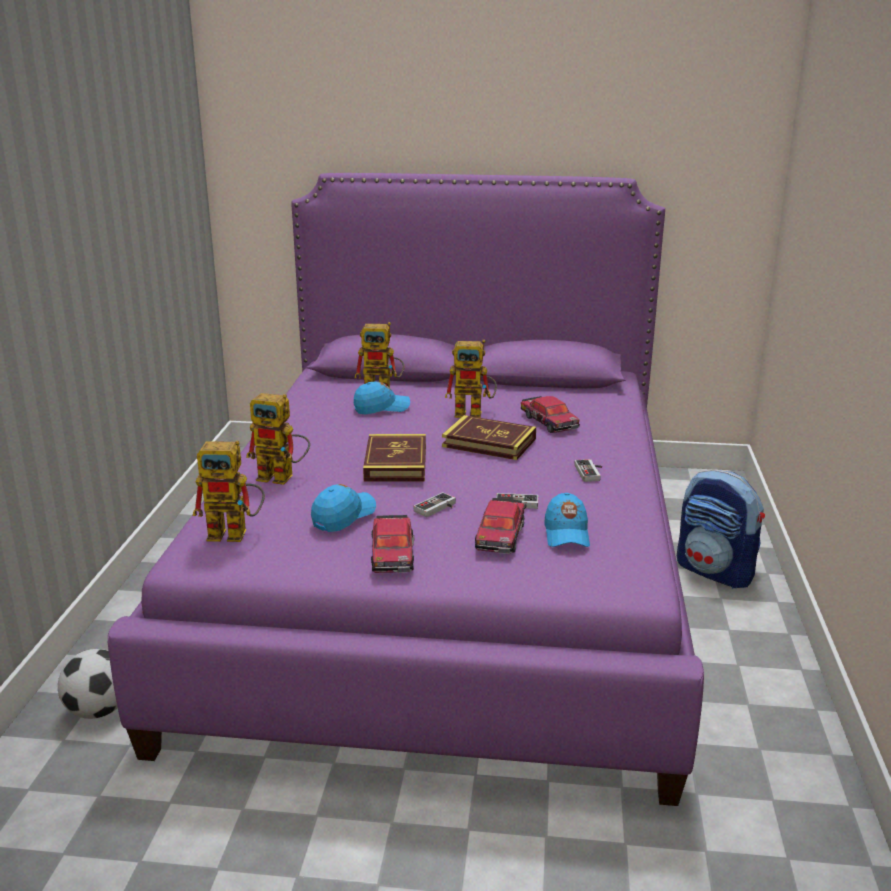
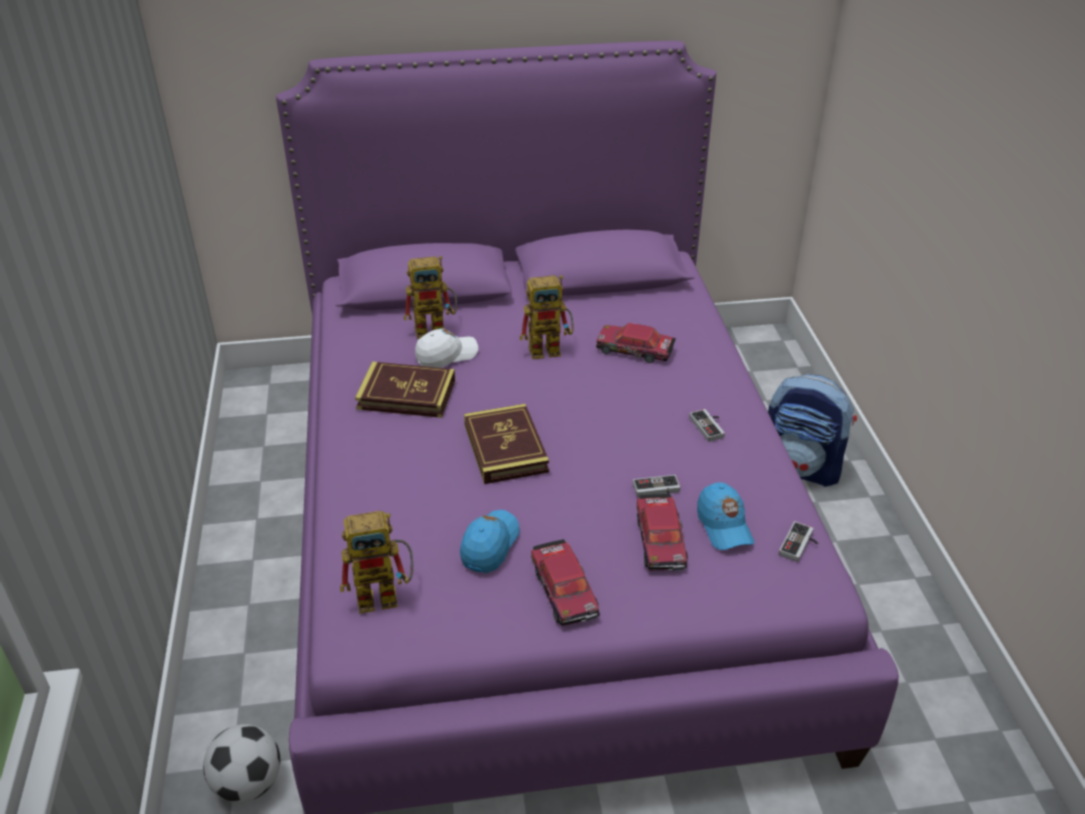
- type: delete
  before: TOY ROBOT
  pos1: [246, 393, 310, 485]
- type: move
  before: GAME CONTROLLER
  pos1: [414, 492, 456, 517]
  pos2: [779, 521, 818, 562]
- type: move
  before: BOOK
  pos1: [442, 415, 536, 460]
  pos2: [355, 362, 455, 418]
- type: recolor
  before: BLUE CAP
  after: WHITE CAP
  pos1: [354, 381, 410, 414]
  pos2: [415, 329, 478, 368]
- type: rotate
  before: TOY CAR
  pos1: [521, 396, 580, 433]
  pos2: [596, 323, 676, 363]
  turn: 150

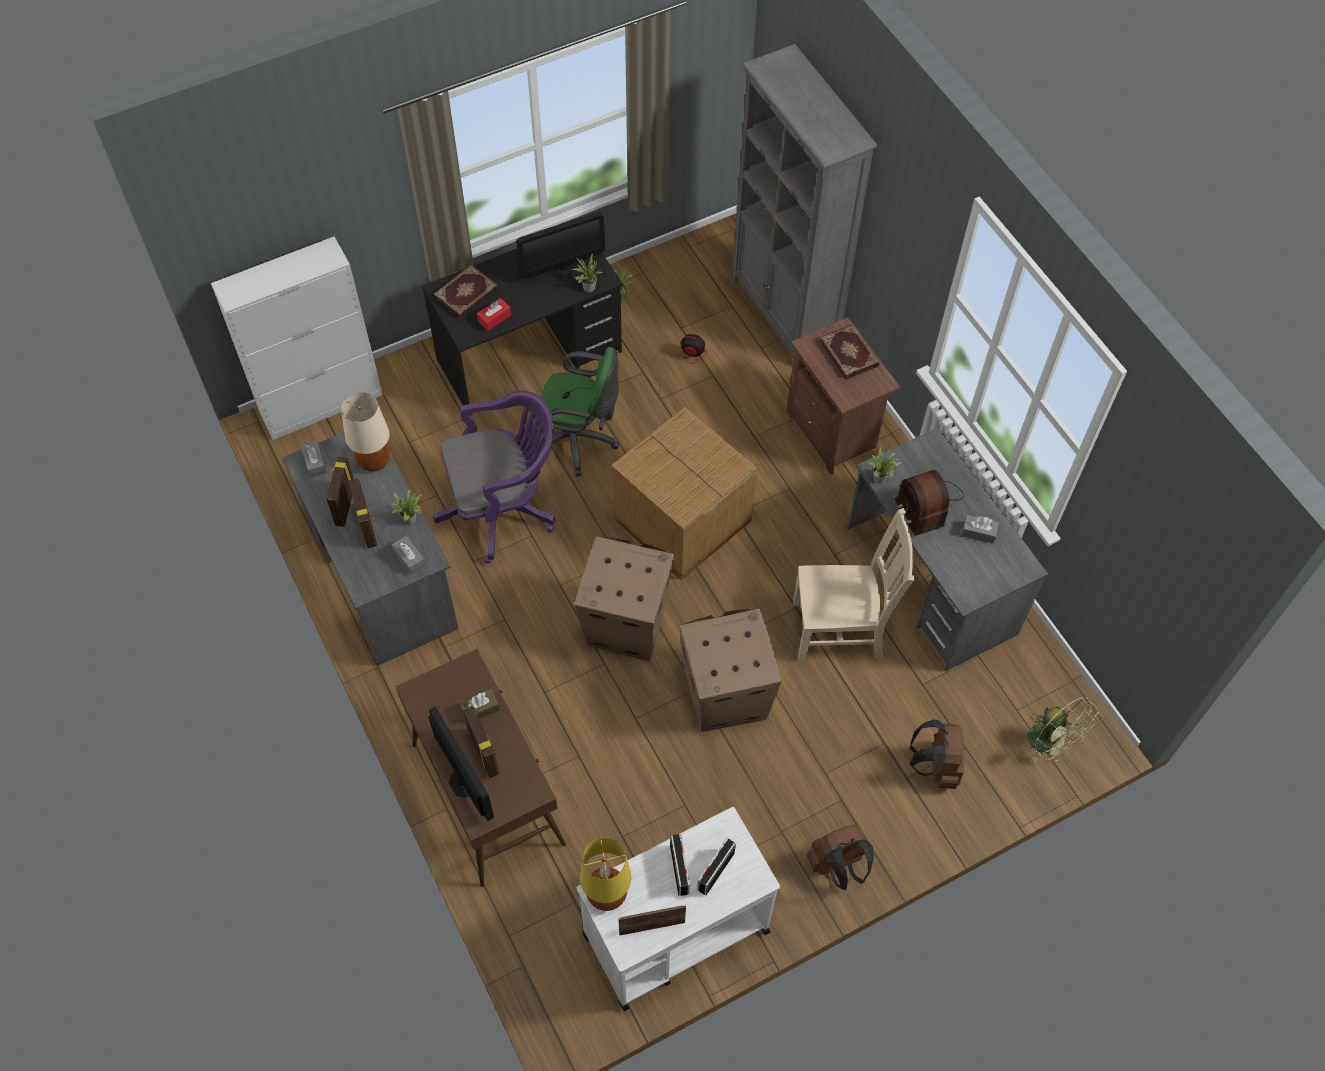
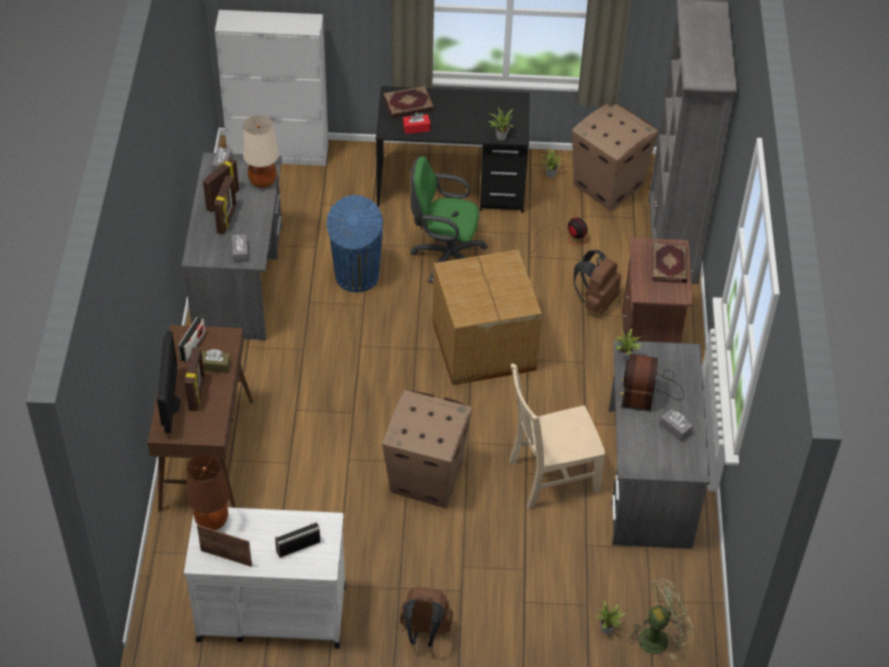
- type: delete
  before: MONITOR
  pos1: [516, 212, 605, 279]
- type: move
  before: POTTED PLANT
  pos1: [392, 489, 422, 525]
  pos2: [596, 601, 627, 634]
- type: move
  before: CARDBOARD BOX
  pos1: [574, 536, 674, 661]
  pos2: [572, 104, 659, 211]
- type: move
  before: RADIO
  pos1: [670, 834, 690, 896]
  pos2: [178, 317, 206, 362]
- type: move
  before: BROWN BACKPACK
  pos1: [909, 719, 964, 789]
  pos2: [574, 250, 621, 314]
- type: replace
  before: PURPLE OFFICE CHAIR
  after: BLUE TRASH CAN
  pos1: [433, 390, 555, 564]
  pos2: [326, 195, 383, 292]
- type: recolor
  before: YELLOW TABLE LAMP
  after: BROWN TABLE LAMP
  pos1: [580, 838, 631, 911]
  pos2: [187, 454, 230, 530]
- type: rotate
  before: GREEN OFFICE CHAIR
  pos1: [533, 347, 620, 477]
  pos2: [410, 156, 488, 283]
  turn: 150
- type: rotate
  before: BEIGE CHAIR
  pos1: [793, 508, 915, 662]
  pos2: [509, 364, 606, 509]
  turn: 135
- type: rotate
  before: GREEN FAN
  pos1: [1028, 696, 1099, 764]
  pos2: [628, 579, 694, 660]
  turn: -105

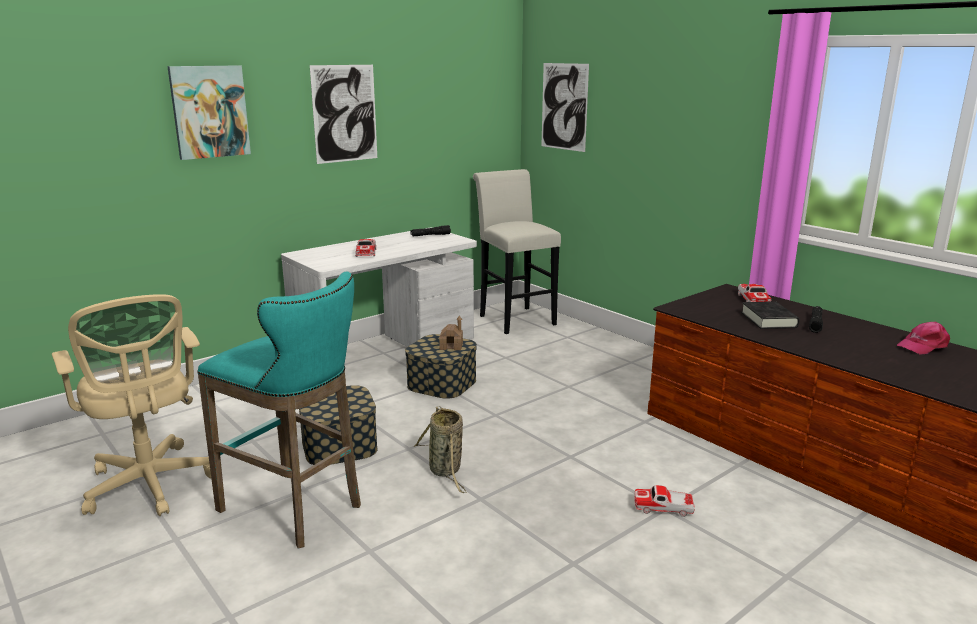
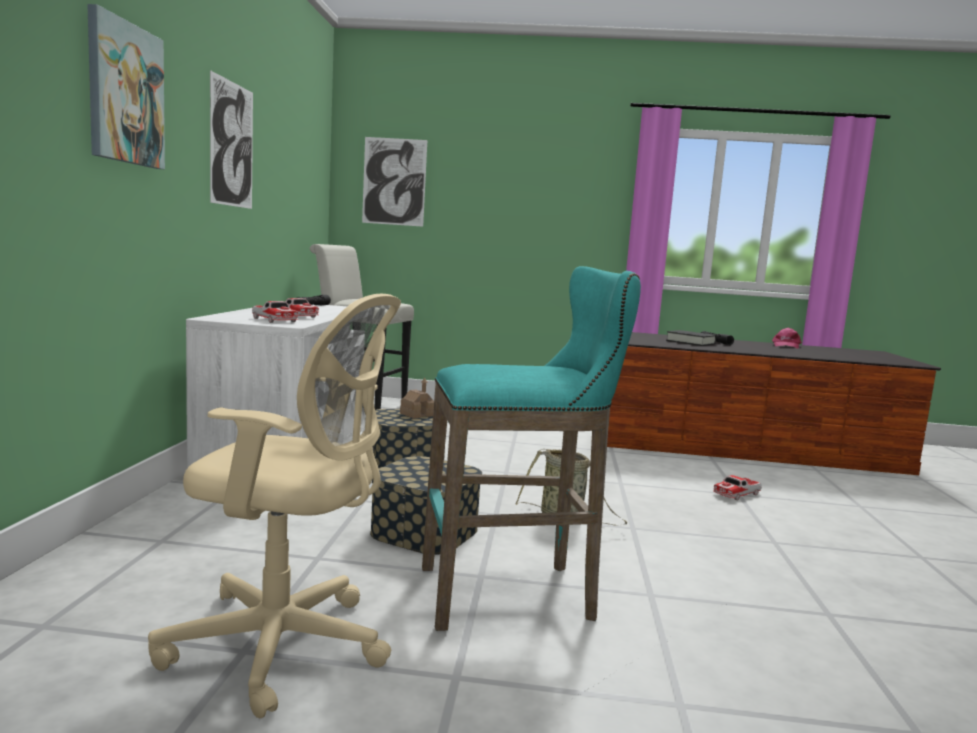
- type: move
  before: TOY CAR
  pos1: [738, 284, 771, 302]
  pos2: [252, 301, 299, 323]

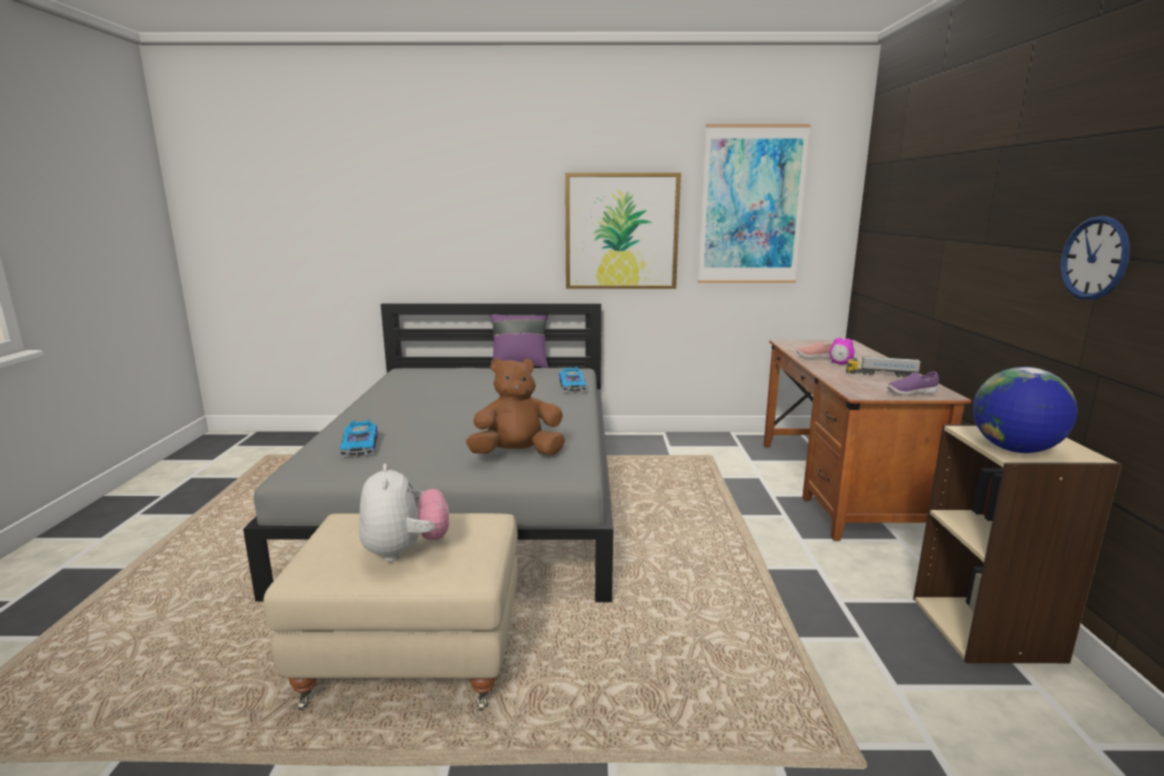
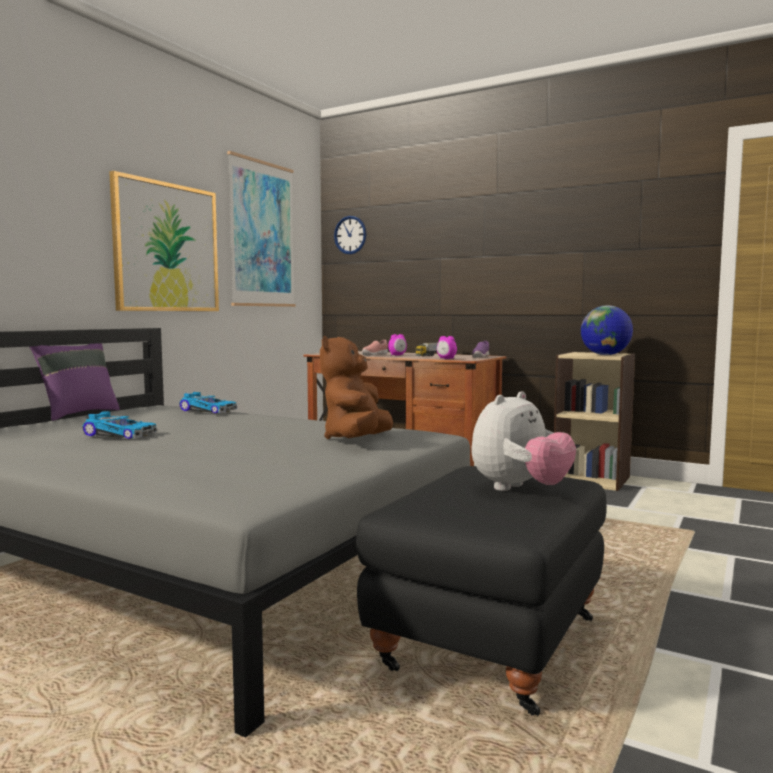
- type: insert
  after: ALARM CLOCK
  pos2: [437, 336, 457, 359]
- type: move
  before: TOY CAR
  pos1: [339, 420, 378, 457]
  pos2: [82, 411, 157, 439]
- type: move
  before: WALL CLOCK
  pos1: [1060, 216, 1130, 300]
  pos2: [334, 216, 366, 254]
- type: recolor
  before: BEIGE OTTOMAN
  after: BLACK OTTOMAN
  pos1: [263, 513, 518, 710]
  pos2: [356, 466, 607, 717]
- type: rotate
  before: PLUSH TOY
  pos1: [359, 464, 449, 562]
  pos2: [472, 391, 576, 491]
  turn: 120

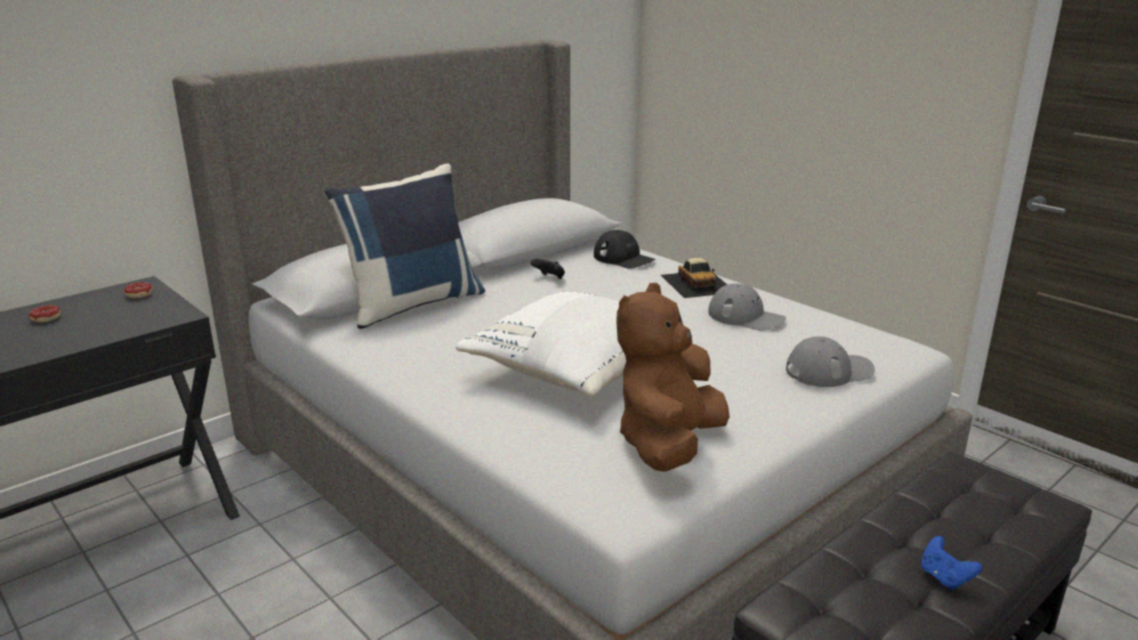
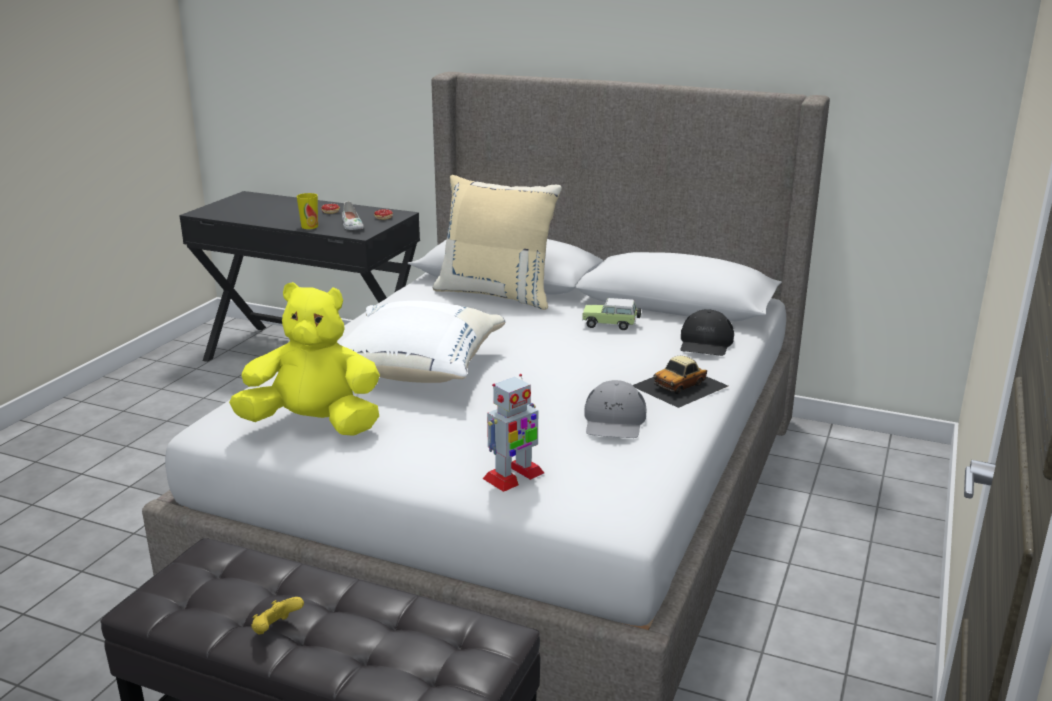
- type: insert
  after: CUP
  pos2: [296, 193, 318, 229]
- type: insert
  after: WHITE SHOE
  pos2: [342, 201, 364, 230]
- type: replace
  before: BLACK GAME CONTROLLER
  after: TOY CAR
  pos1: [531, 259, 565, 279]
  pos2: [582, 298, 641, 330]
- type: replace
  before: GREY CAP
  after: TOY ROBOT
  pos1: [786, 336, 875, 387]
  pos2: [482, 374, 544, 492]
- type: recolor
  before: BLUE PILLOW
  after: BEIGE PILLOW
  pos1: [325, 164, 485, 329]
  pos2: [433, 175, 562, 310]
- type: recolor
  before: BROWN PLUSH TOY
  after: YELLOW PLUSH TOY
  pos1: [616, 283, 730, 472]
  pos2: [229, 282, 380, 436]
- type: recolor
  before: BLUE GAME CONTROLLER
  after: YELLOW GAME CONTROLLER
  pos1: [921, 536, 982, 590]
  pos2: [251, 597, 304, 635]

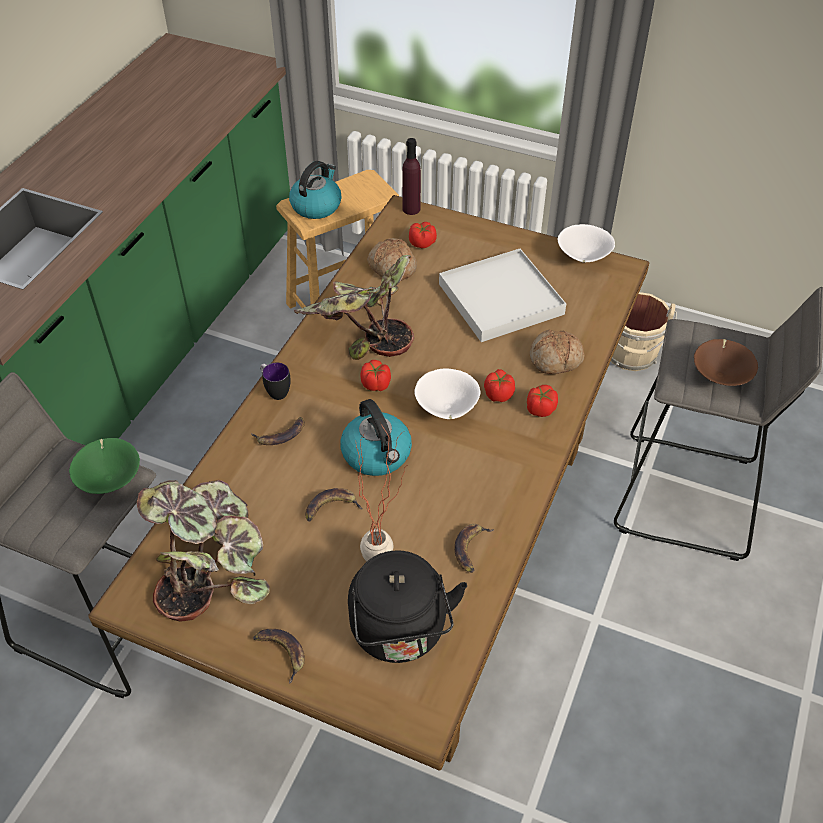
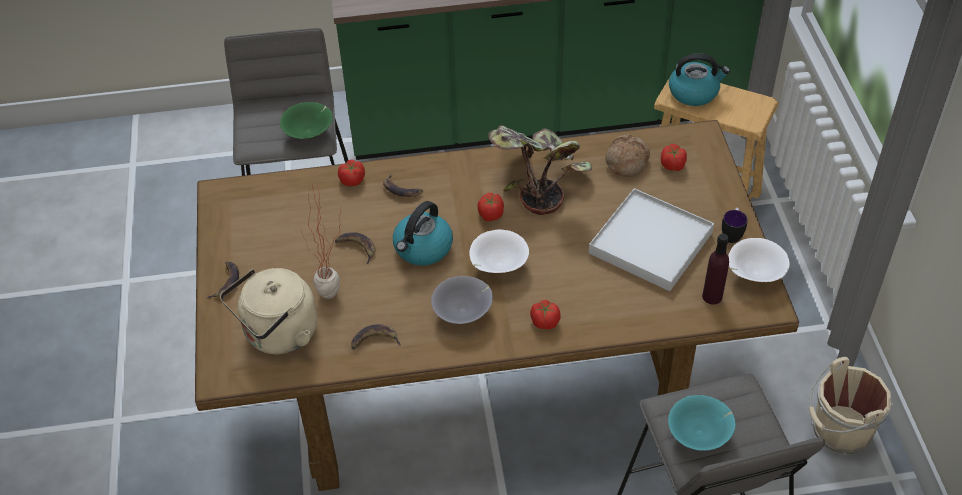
- type: delete
  before: POTTED PLANT
  pos1: [137, 480, 270, 622]
- type: delete
  before: BREAD
  pos1: [530, 329, 584, 374]
- type: insert
  after: GREY BOWL
  pos2: [431, 276, 493, 324]
- type: move
  before: MUG
  pos1: [260, 362, 291, 400]
  pos2: [722, 208, 748, 243]
- type: move
  before: PURPLE BOTTLE
  pos1: [402, 138, 421, 215]
  pos2: [702, 233, 729, 305]
- type: move
  before: TOMATO
  pos1: [484, 369, 515, 402]
  pos2: [338, 160, 365, 186]
- type: recolor
  before: BLACK KETTLE
  after: BEIGE KETTLE
  pos1: [348, 550, 467, 663]
  pos2: [220, 268, 317, 354]
- type: recolor
  before: BROWN BOWL
  after: TURQUOISE BOWL
  pos1: [694, 339, 758, 386]
  pos2: [668, 395, 736, 451]

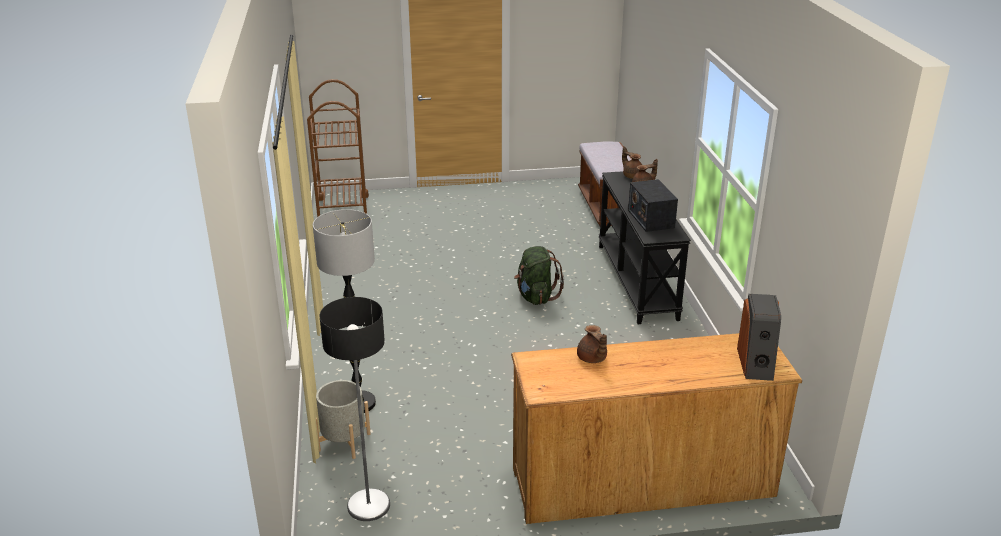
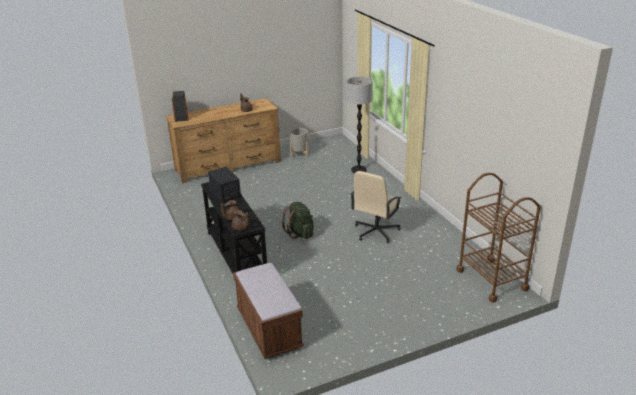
- type: delete
  before: FLOOR LAMP
  pos1: [320, 297, 390, 521]
- type: insert
  after: BEIGE OFFICE CHAIR
  pos2: [351, 171, 402, 243]
- type: move
  before: GREY PLANTER
  pos1: [316, 380, 371, 459]
  pos2: [290, 128, 309, 158]

